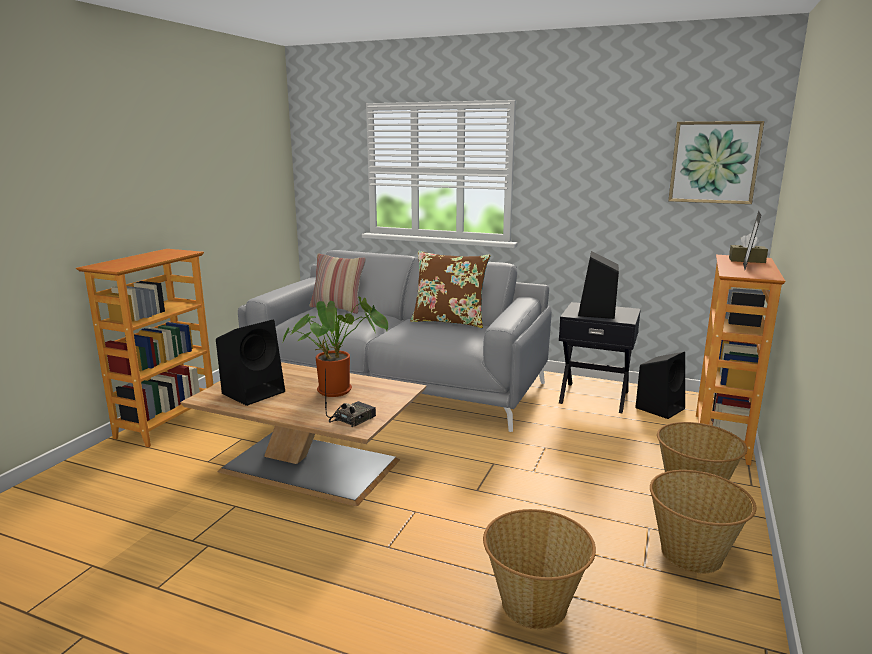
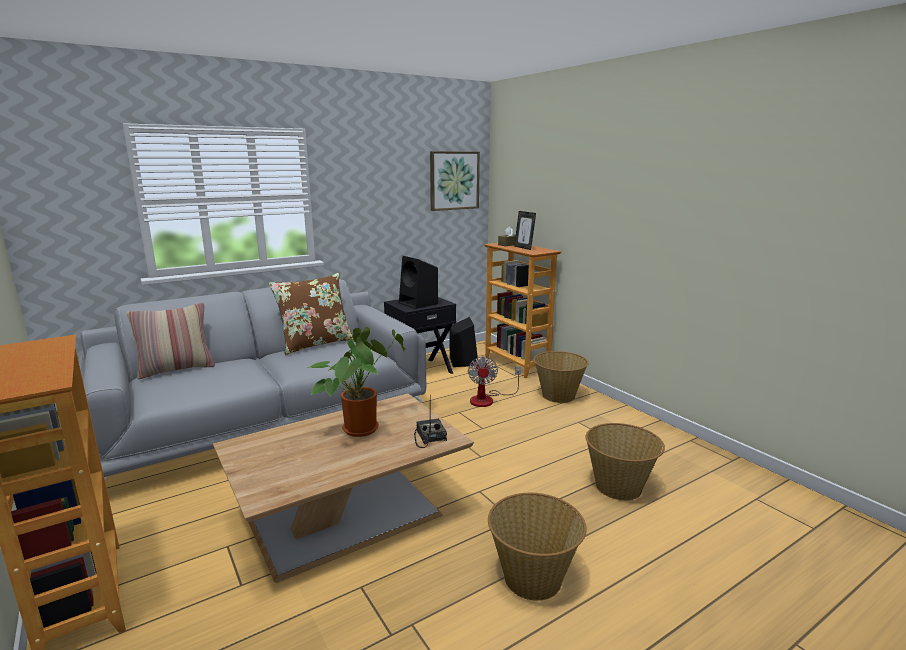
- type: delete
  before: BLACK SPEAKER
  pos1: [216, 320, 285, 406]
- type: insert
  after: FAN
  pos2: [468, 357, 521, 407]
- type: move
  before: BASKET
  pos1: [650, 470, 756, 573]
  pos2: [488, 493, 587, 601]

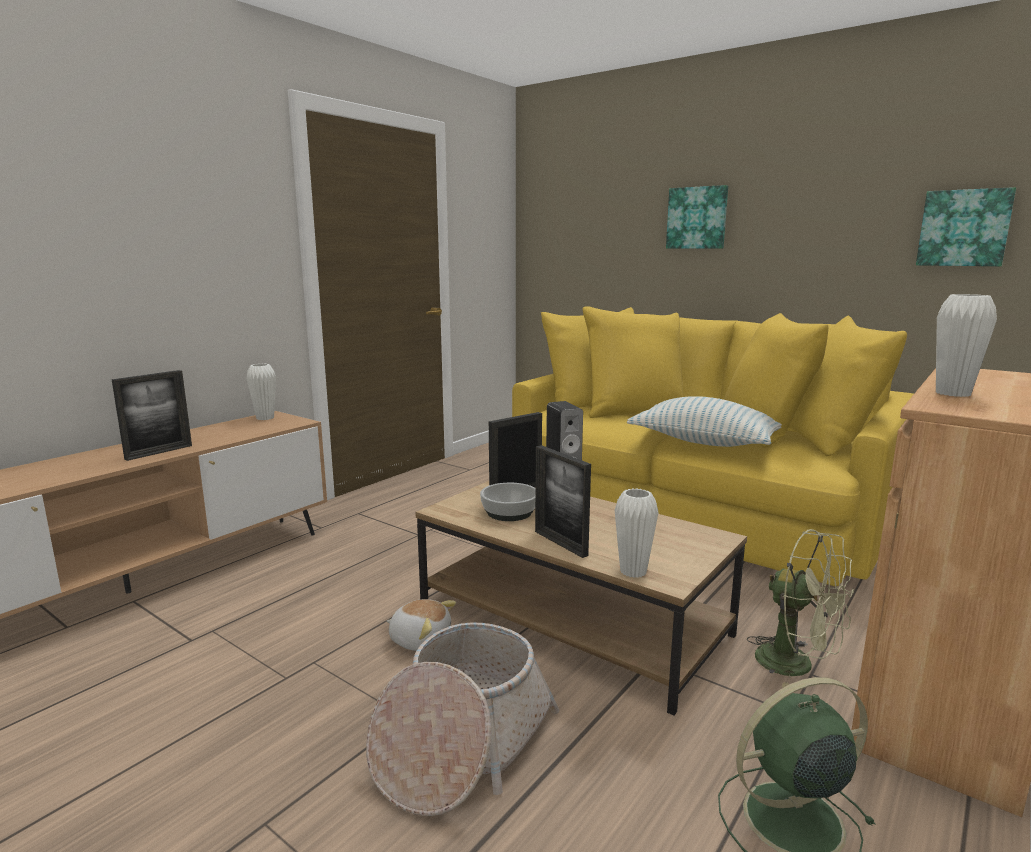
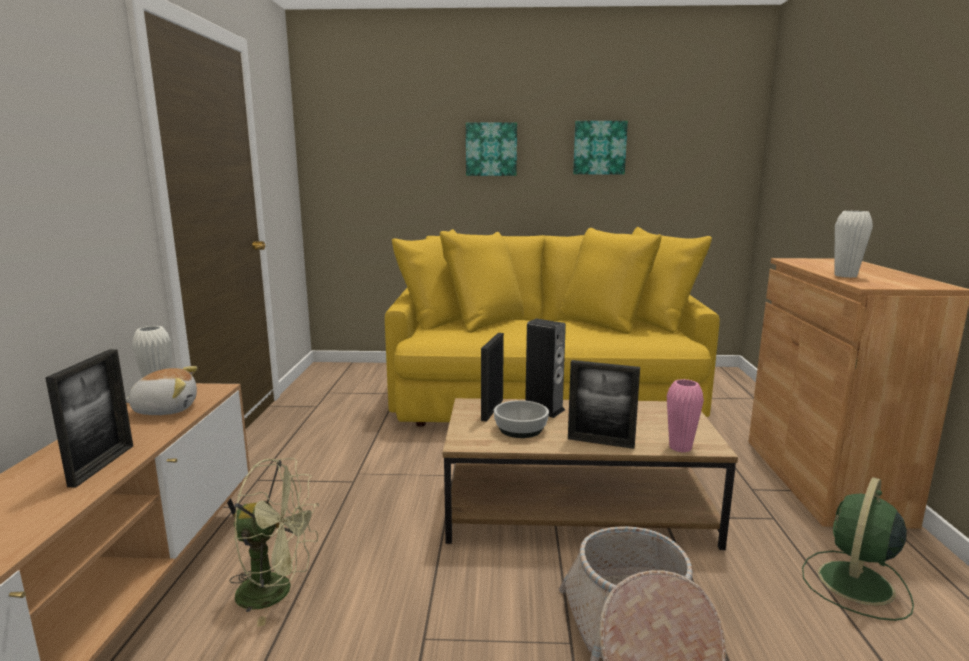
- type: delete
  before: PILLOW
  pos1: [627, 396, 782, 447]
- type: move
  before: PLUSH TOY
  pos1: [387, 599, 456, 651]
  pos2: [126, 366, 197, 415]
- type: move
  before: GREEN FAN
  pos1: [747, 529, 854, 688]
  pos2: [230, 458, 319, 627]
- type: move
  before: PICTURE
  pos1: [916, 187, 1016, 266]
  pos2: [573, 121, 628, 174]
- type: recolor
  before: WHITE VASE
  after: PINK VASE
  pos1: [615, 488, 659, 578]
  pos2: [667, 379, 704, 453]

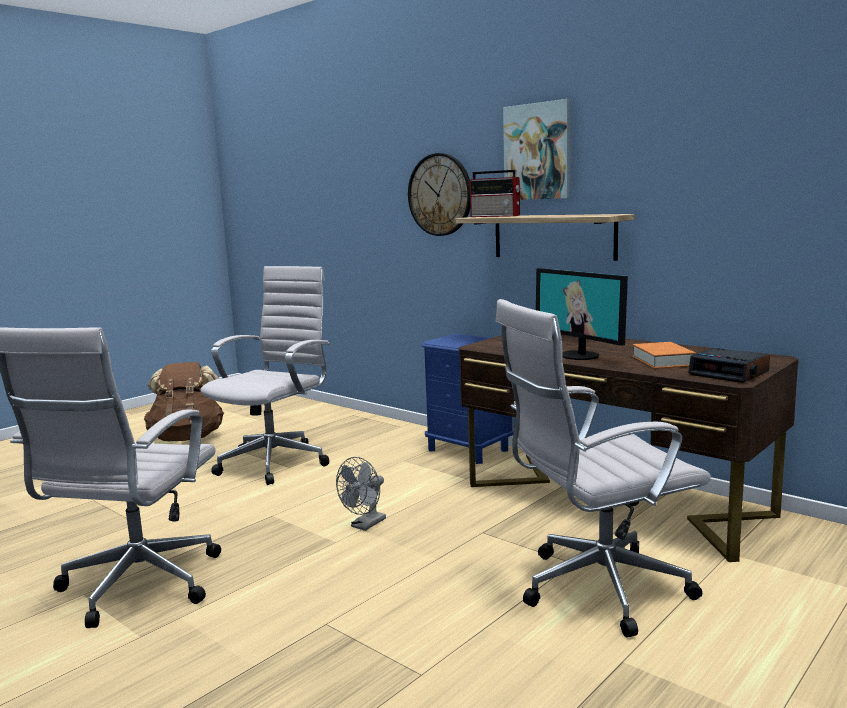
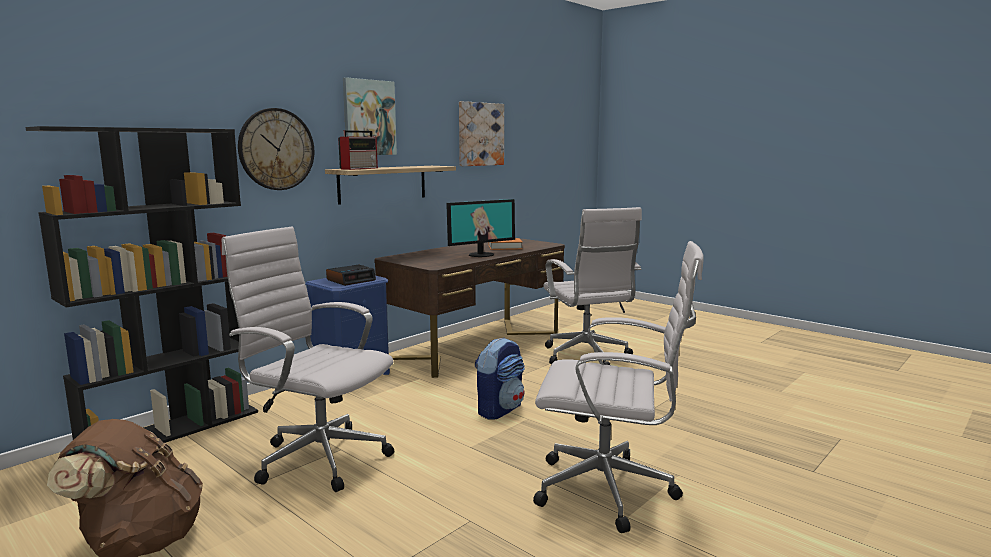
- type: insert
  after: BLACK BOOKCASE
  pos2: [25, 126, 258, 443]
- type: insert
  after: PICTURE
  pos2: [459, 101, 504, 166]
- type: move
  before: ALARM CLOCK
  pos1: [688, 348, 770, 383]
  pos2: [326, 264, 376, 286]
- type: replace
  before: GREY FAN
  after: BACKPACK
  pos1: [336, 457, 386, 531]
  pos2: [475, 337, 525, 419]

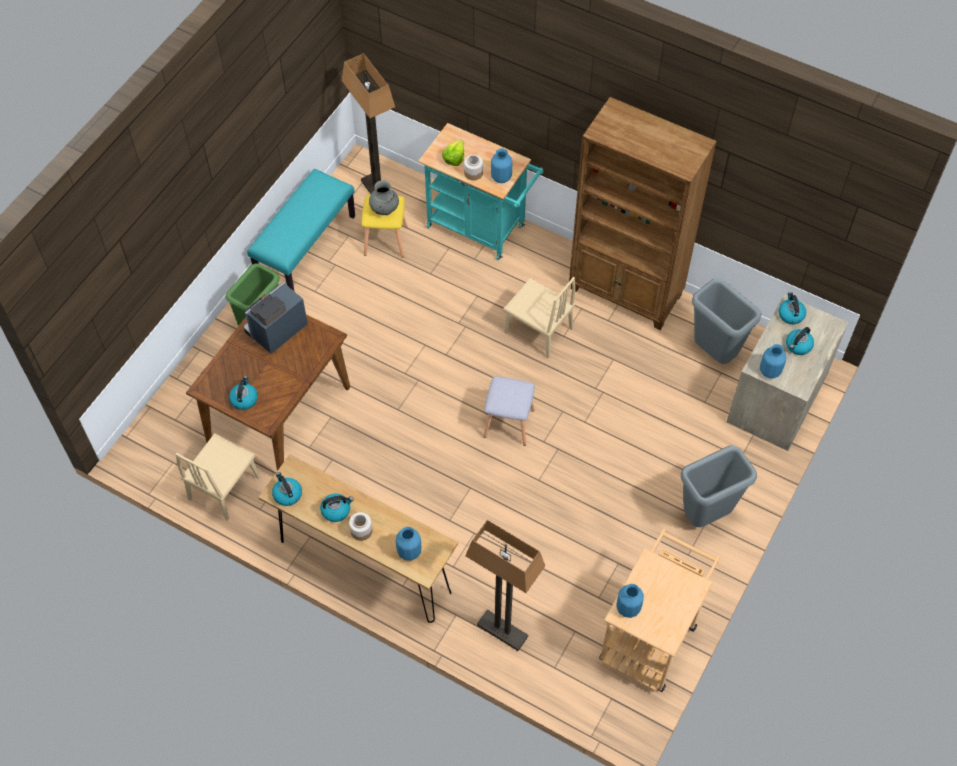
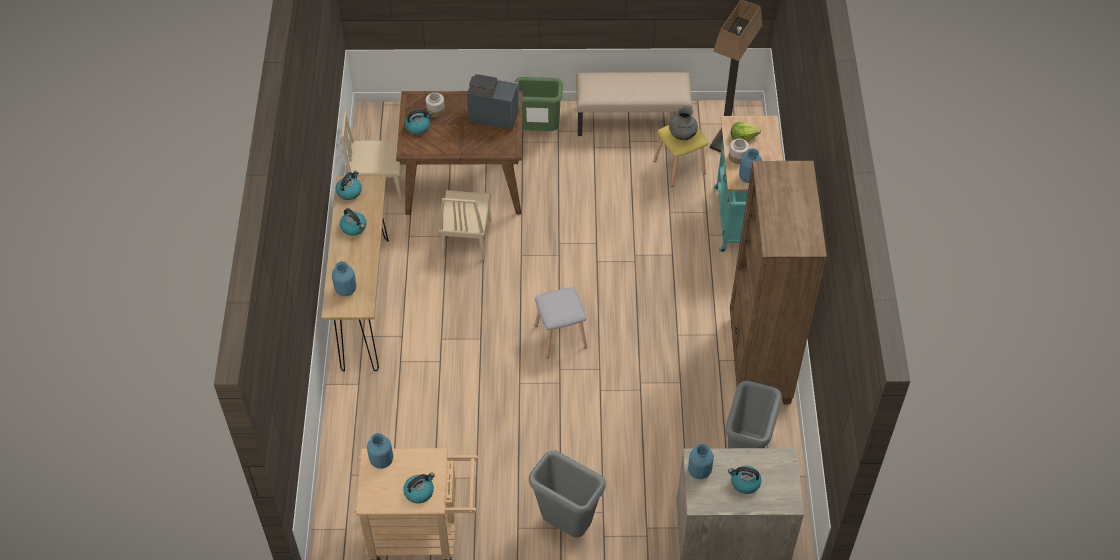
- type: delete
  before: FLOOR LAMP
  pos1: [465, 520, 545, 651]
- type: move
  before: JAR
  pos1: [349, 512, 373, 541]
  pos2: [426, 93, 445, 117]
- type: move
  before: BEIGE CHAIR
  pos1: [503, 277, 576, 359]
  pos2: [439, 190, 491, 261]
- type: move
  before: KETTLE
  pos1: [778, 292, 806, 324]
  pos2: [403, 472, 435, 503]
- type: recolor
  before: TURQUOISE BENCH
  after: BEIGE BENCH
  pos1: [247, 169, 355, 292]
  pos2: [576, 72, 692, 136]

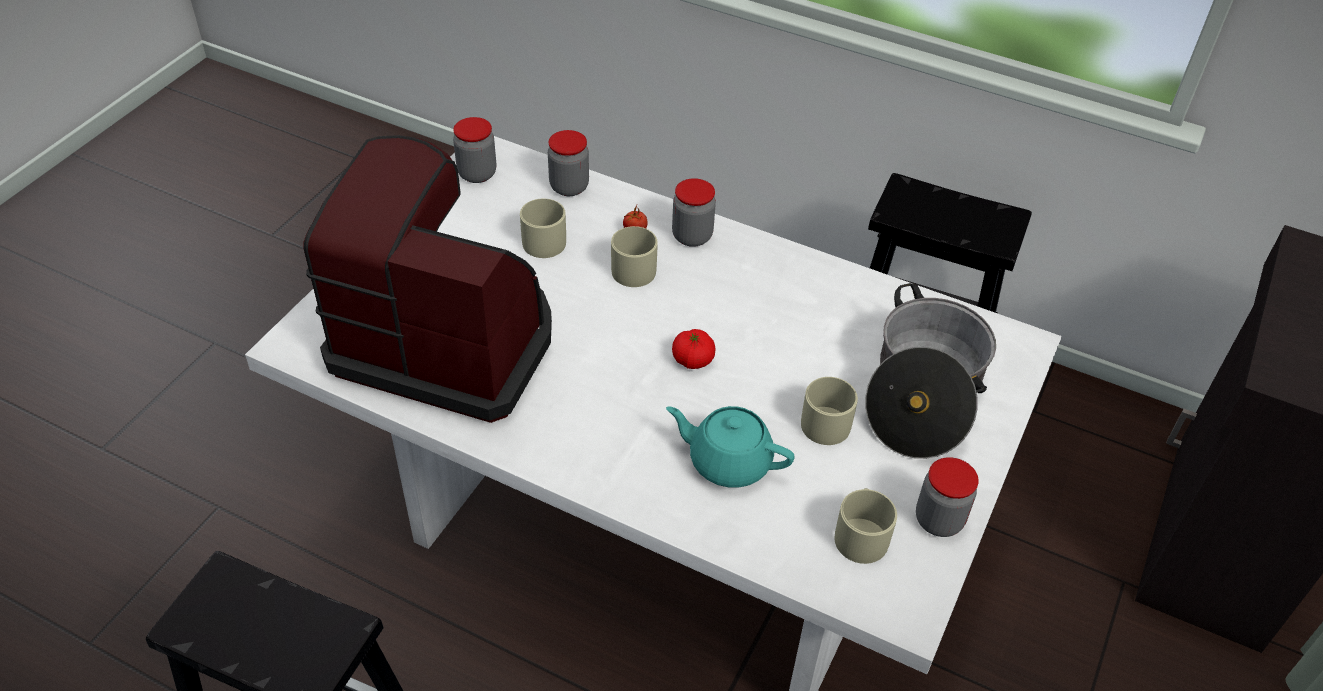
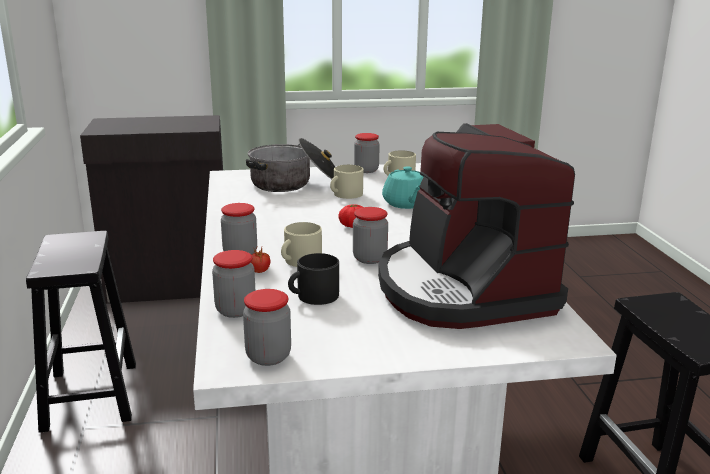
- type: insert
  after: JAR
  pos2: [353, 207, 388, 264]
- type: recolor
  before: BEIGE MUG
  after: BLACK MUG
  pos1: [520, 199, 566, 258]
  pos2: [288, 253, 339, 305]

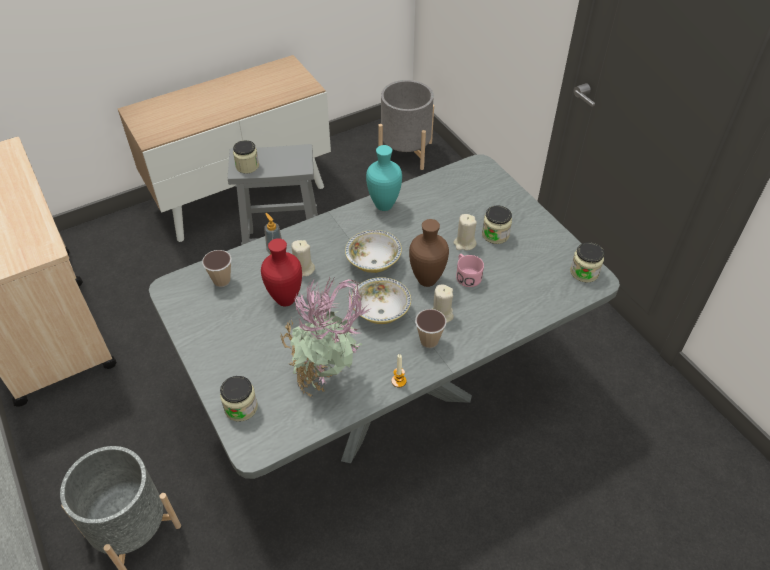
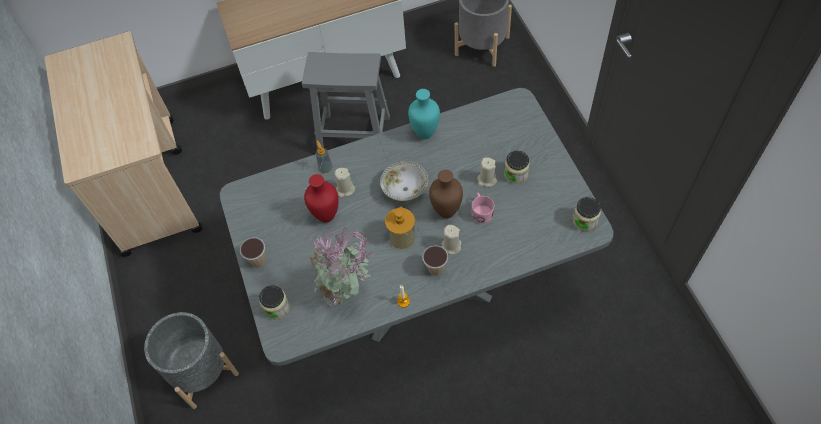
- type: delete
  before: JAR
  pos1: [233, 140, 259, 173]
- type: move
  before: CUP
  pos1: [202, 250, 232, 287]
  pos2: [240, 238, 266, 268]
- type: replace
  before: BOWL
  after: SOAP DISPENSER
  pos1: [351, 277, 411, 324]
  pos2: [385, 207, 415, 249]

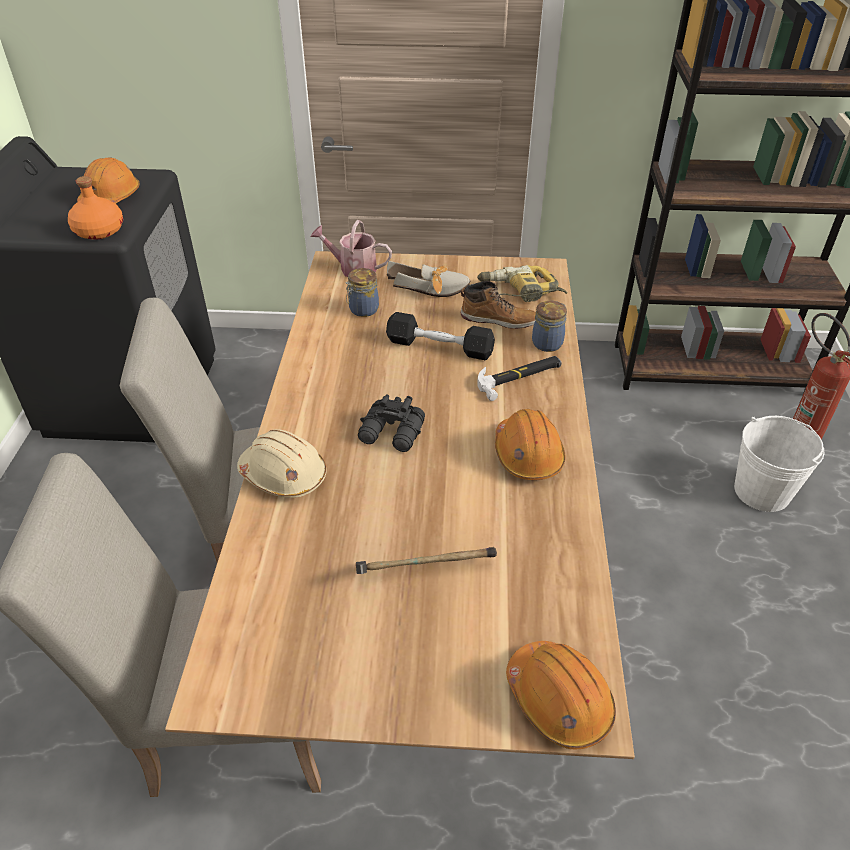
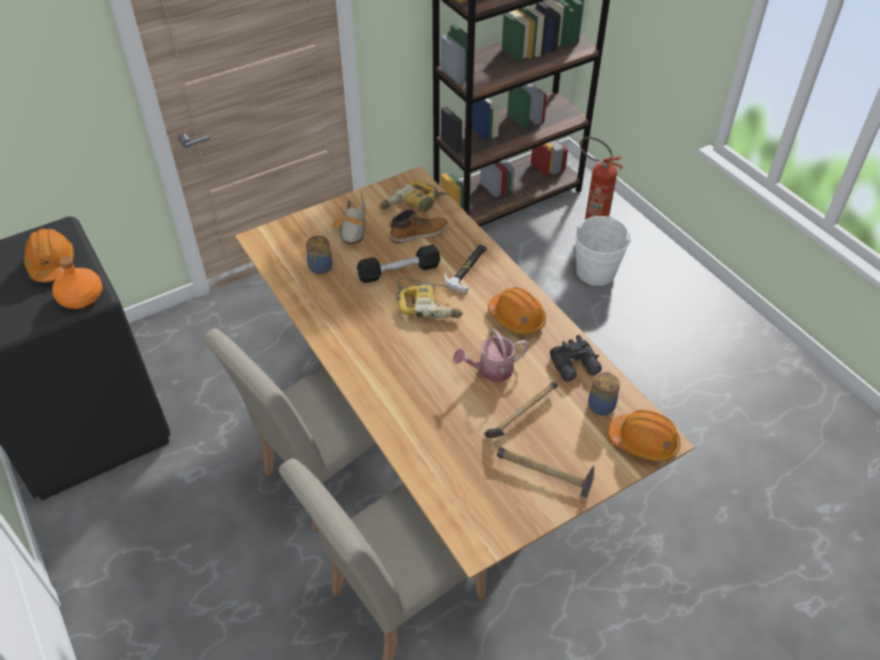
- type: delete
  before: BEIGE HARD HAT
  pos1: [237, 429, 327, 498]
- type: insert
  after: POWER DRILL
  pos2: [397, 277, 463, 319]
- type: insert
  after: HAMMER
  pos2: [497, 447, 594, 498]
- type: move
  before: WATERING CAN
  pos1: [310, 220, 392, 277]
  pos2: [453, 329, 529, 382]
- type: move
  before: BLACK BINOCULARS
  pos1: [358, 394, 425, 452]
  pos2: [550, 335, 602, 382]
- type: move
  before: JAR
  pos1: [532, 301, 567, 352]
  pos2: [588, 371, 620, 415]
- type: rotate
  before: SHOE
  pos1: [387, 261, 470, 297]
  pos2: [332, 191, 365, 244]
  turn: 120

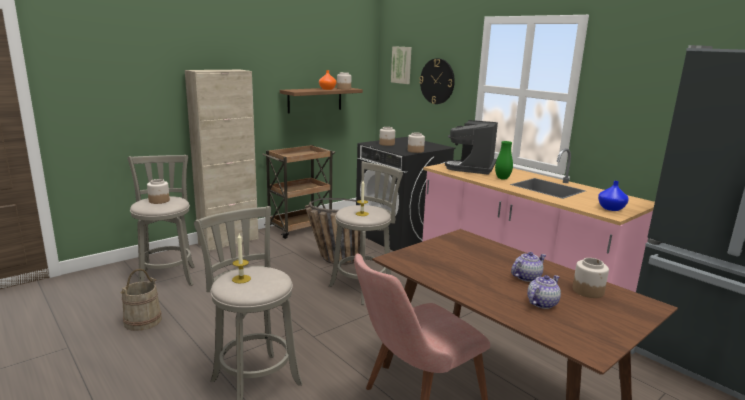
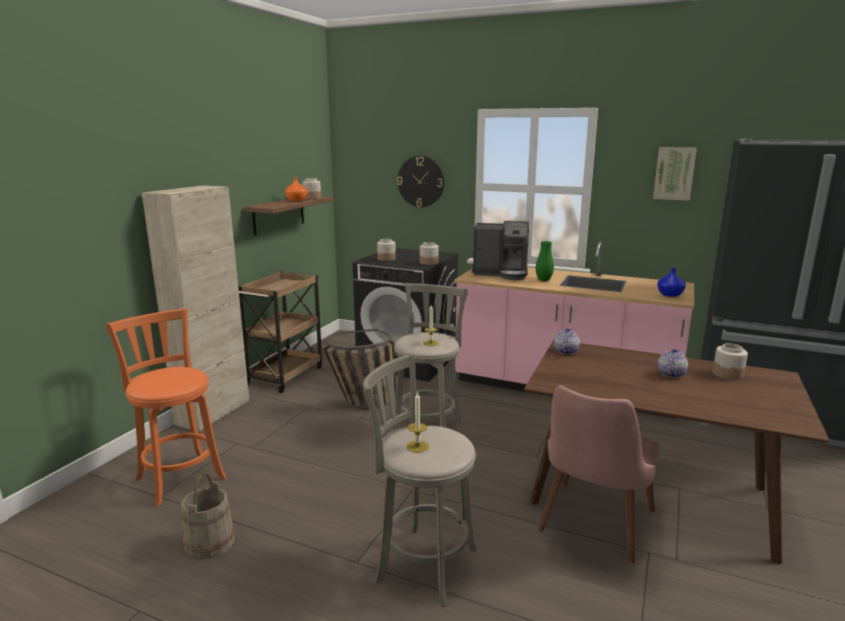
- type: delete
  before: JAR
  pos1: [147, 179, 170, 204]
- type: move
  before: PICTURE
  pos1: [391, 46, 412, 84]
  pos2: [653, 147, 697, 201]
- type: move
  before: TEAPOT
  pos1: [527, 275, 561, 309]
  pos2: [554, 328, 580, 355]
- type: recolor
  before: GREY STOOL
  after: ORANGE STOOL
  pos1: [128, 155, 195, 286]
  pos2: [106, 308, 227, 507]
- type: rotate
  before: COFFEE MACHINE
  pos1: [445, 120, 498, 175]
  pos2: [472, 221, 529, 280]
  turn: -75

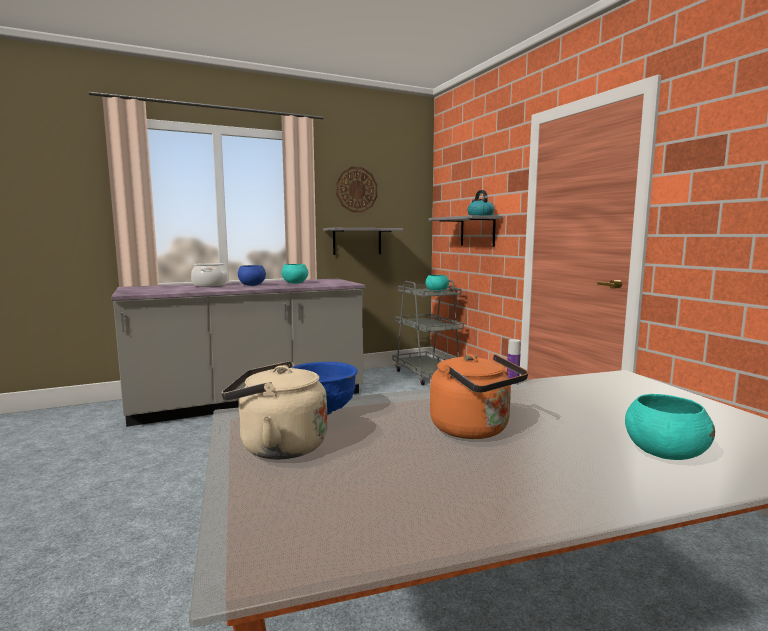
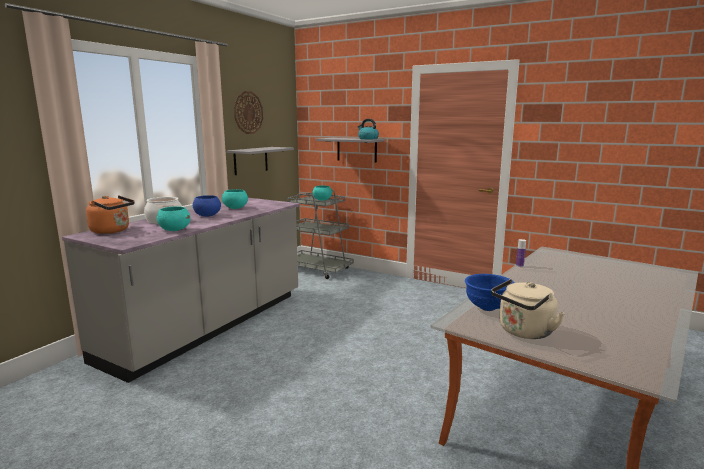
- type: move
  before: ORANGE KETTLE
  pos1: [430, 354, 528, 439]
  pos2: [86, 196, 135, 234]
- type: move
  before: TURQUOISE BOWL
  pos1: [625, 394, 715, 460]
  pos2: [157, 207, 191, 231]

